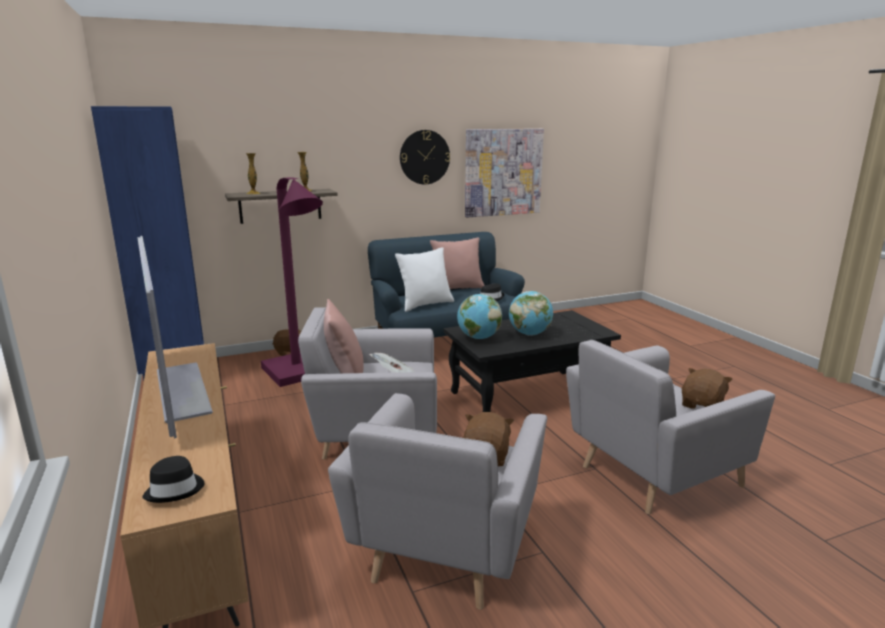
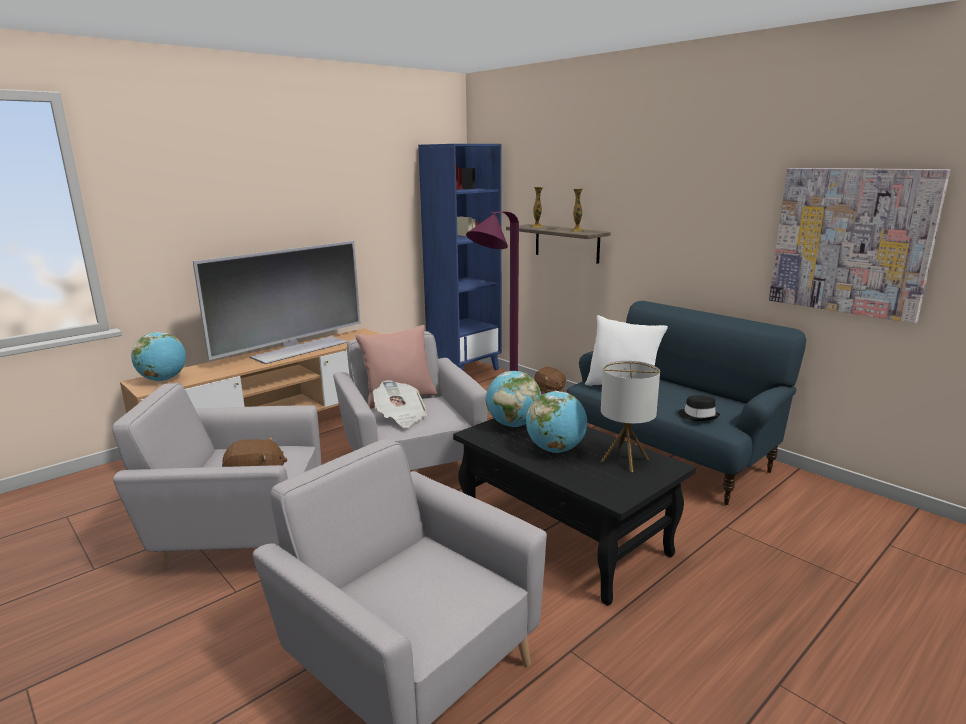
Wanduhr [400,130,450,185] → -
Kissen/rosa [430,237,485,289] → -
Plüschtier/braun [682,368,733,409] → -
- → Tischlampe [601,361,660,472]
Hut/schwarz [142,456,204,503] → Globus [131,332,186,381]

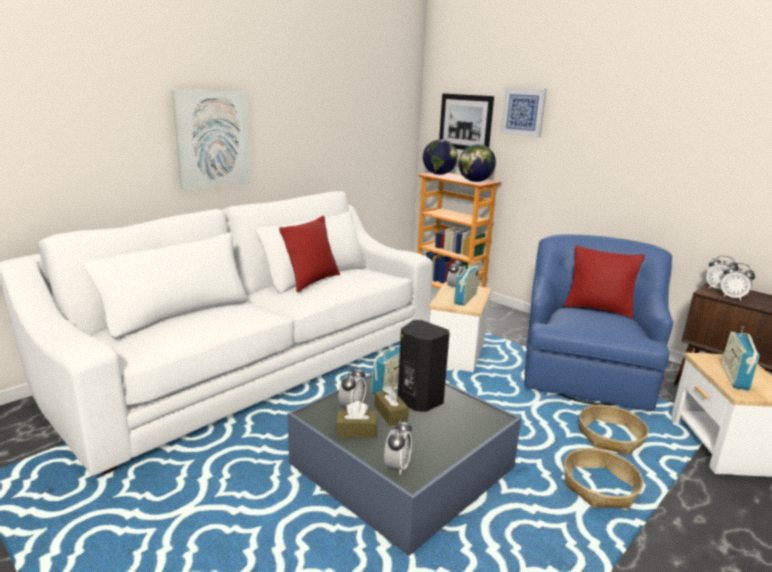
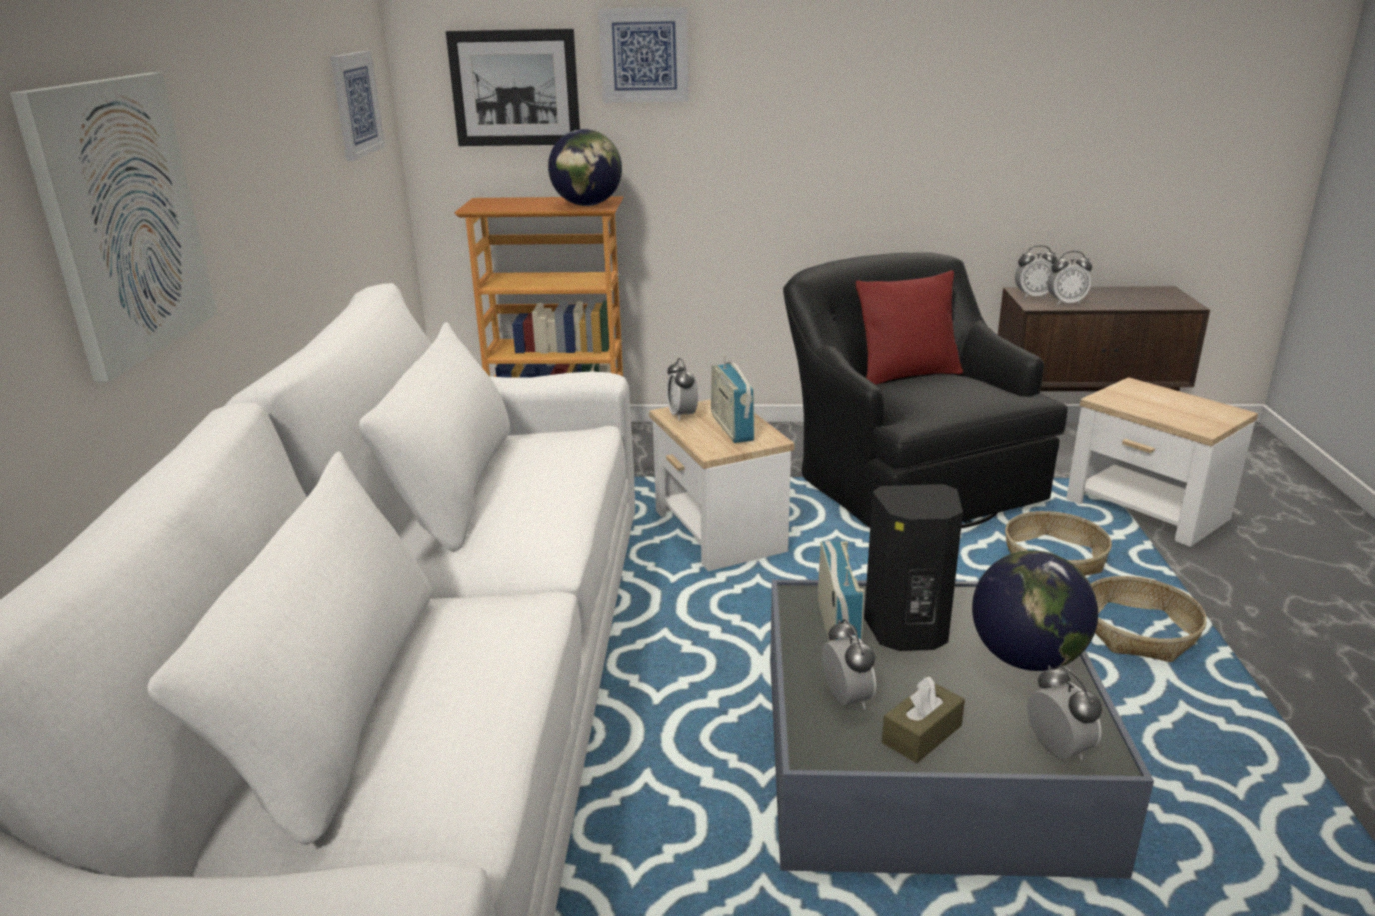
Kissen/rot [279,215,340,293] → -
Taschentuchbox/braun [374,386,409,426] → -
Radio [722,327,759,391] → -
- → Bild [330,51,385,161]
Globus [423,139,458,175] → Globus [972,550,1098,671], relocated
Sessel/blau [524,234,673,411] → Sessel/schwarz [783,252,1068,528]

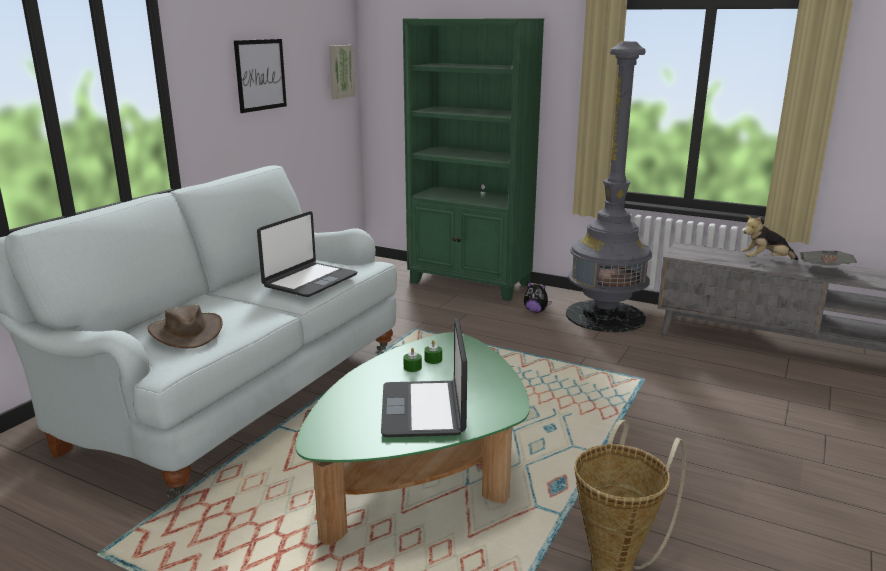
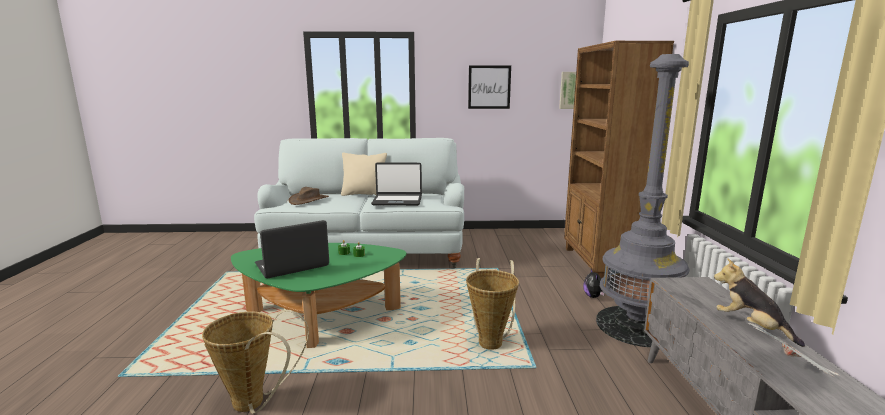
- → Kissen/beige [341,153,387,196]
- → Korb [466,258,519,350]
Bücherregal/grün [403,18,544,301] → Bücherregal/braun [564,41,674,279]

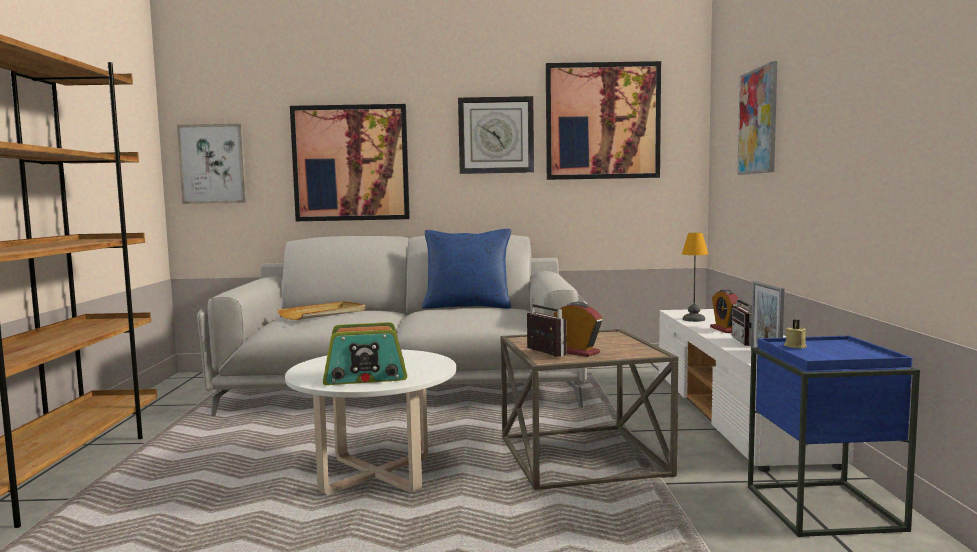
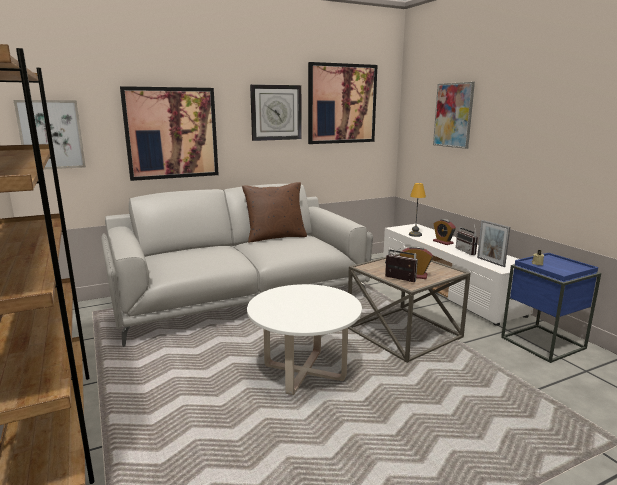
Tablett/beige [277,301,365,320] → -
Radio [323,322,407,385] → -
Kissen/blau [422,229,511,309] → Kissen/braun [242,182,307,243]

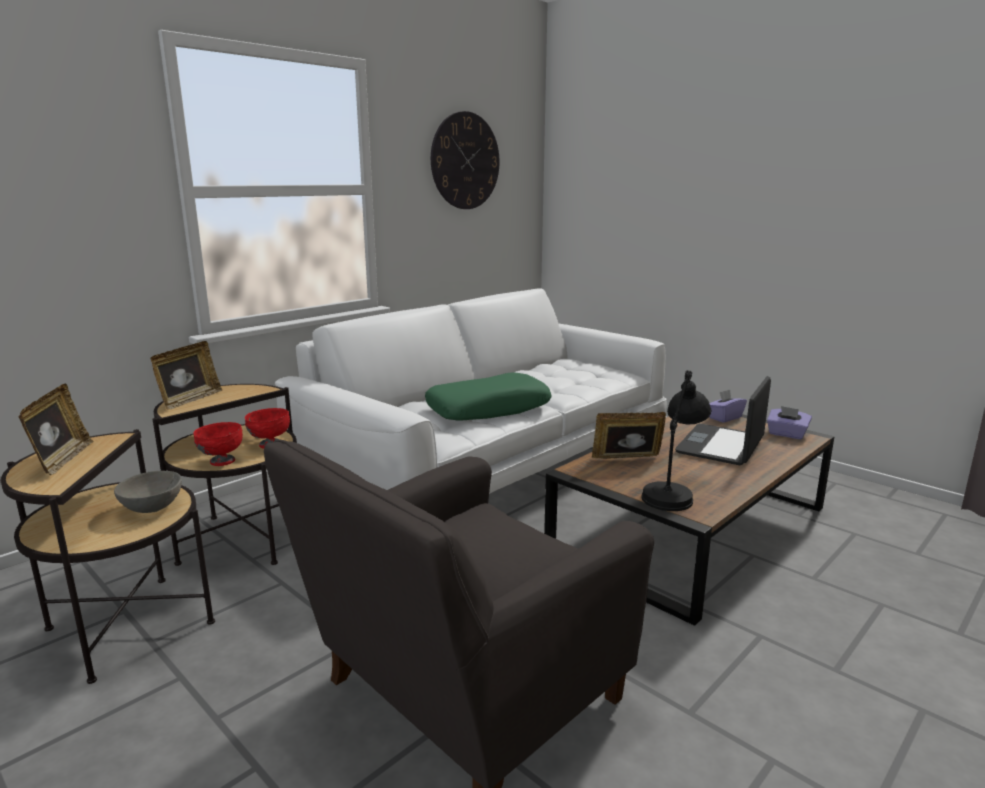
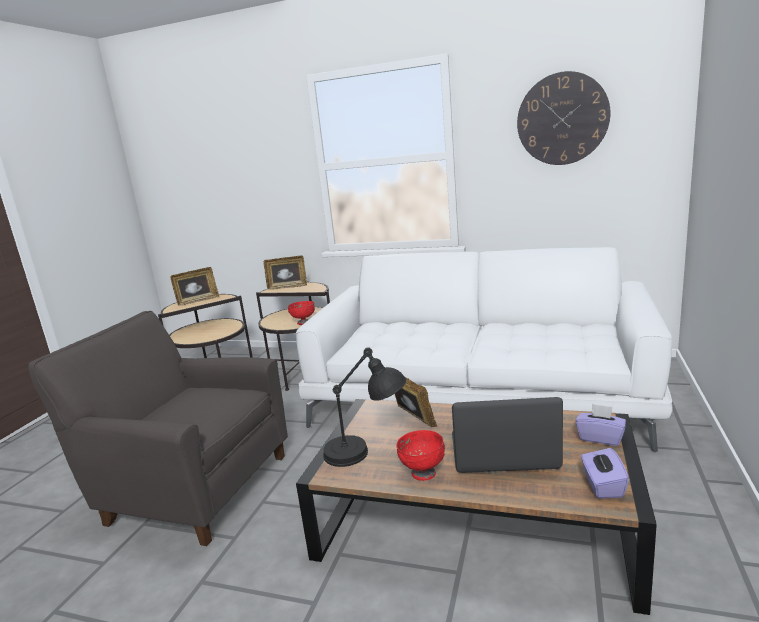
Schüssel/grau [114,471,182,513] → -
Kissen/grün [425,373,551,421] → -
Schüssel/rot [193,422,243,466] → Schüssel/rot [396,430,445,481], relocated

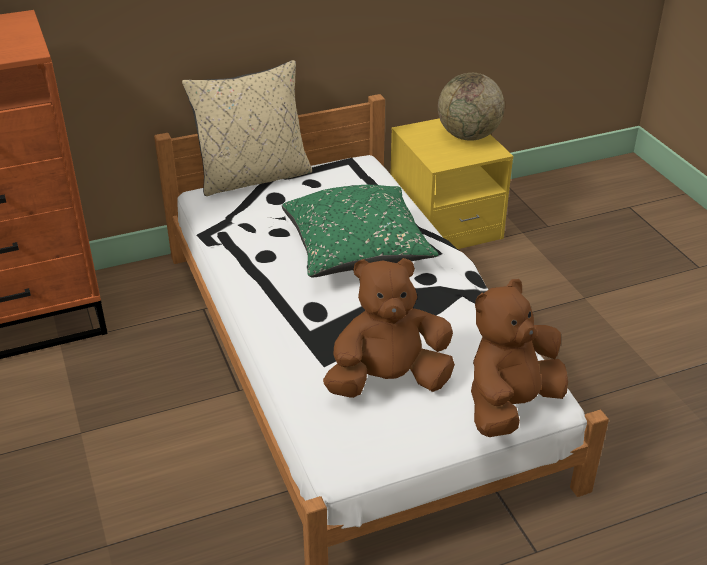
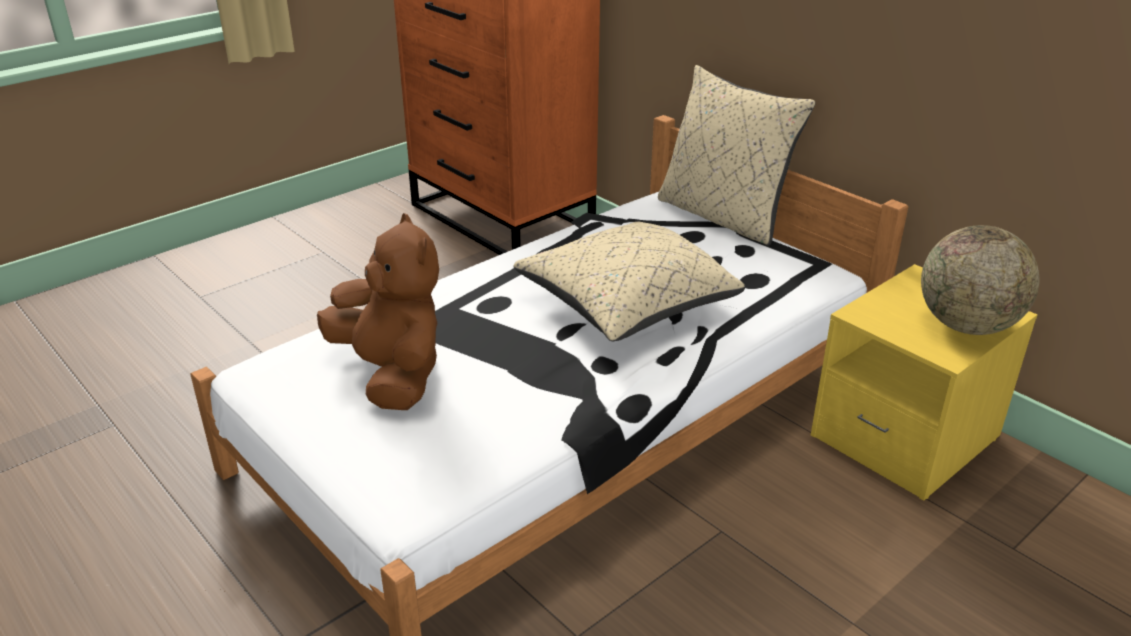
Plüschtier/braun [471,279,568,437] → -
Kissen/grün [282,185,439,277] → Kissen/beige [513,222,745,341]

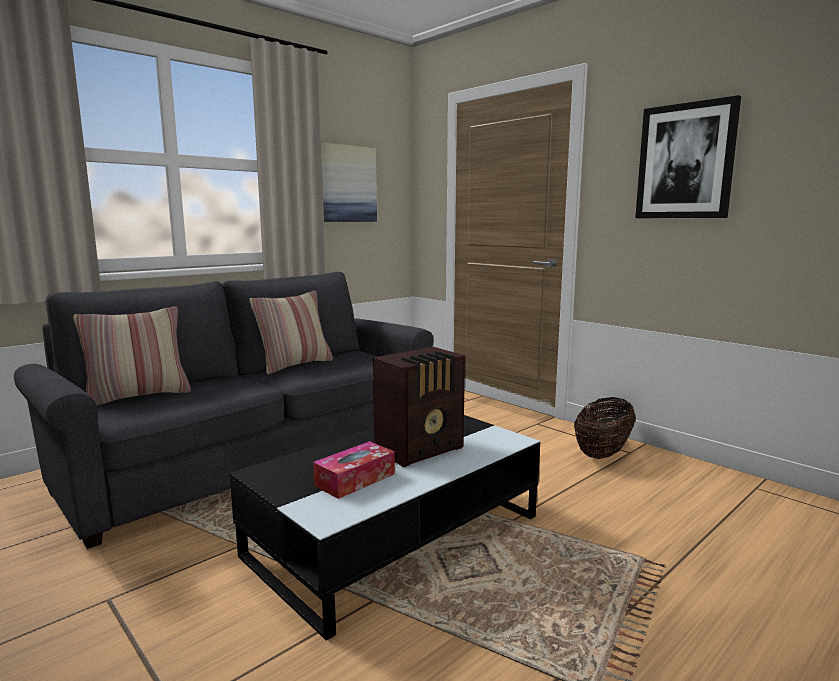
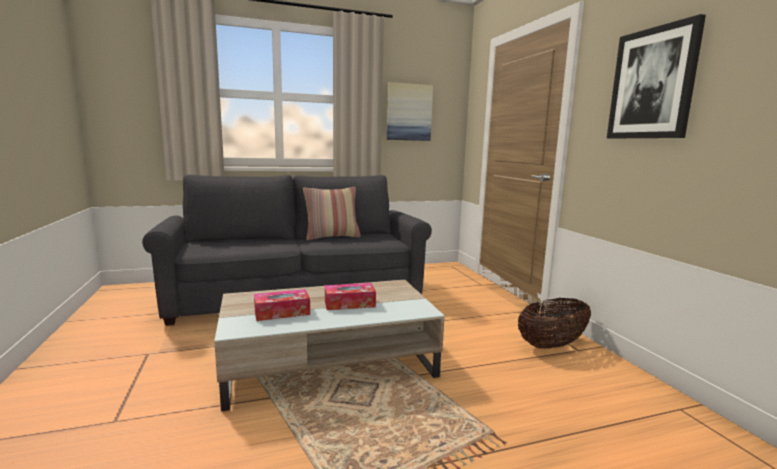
Kissen [73,306,191,406] → -
Radio [373,347,465,467] → Taschentuchbox [325,283,376,310]
Couchtisch/schwarz [230,415,540,641] → Couchtisch/beige [214,280,445,411]

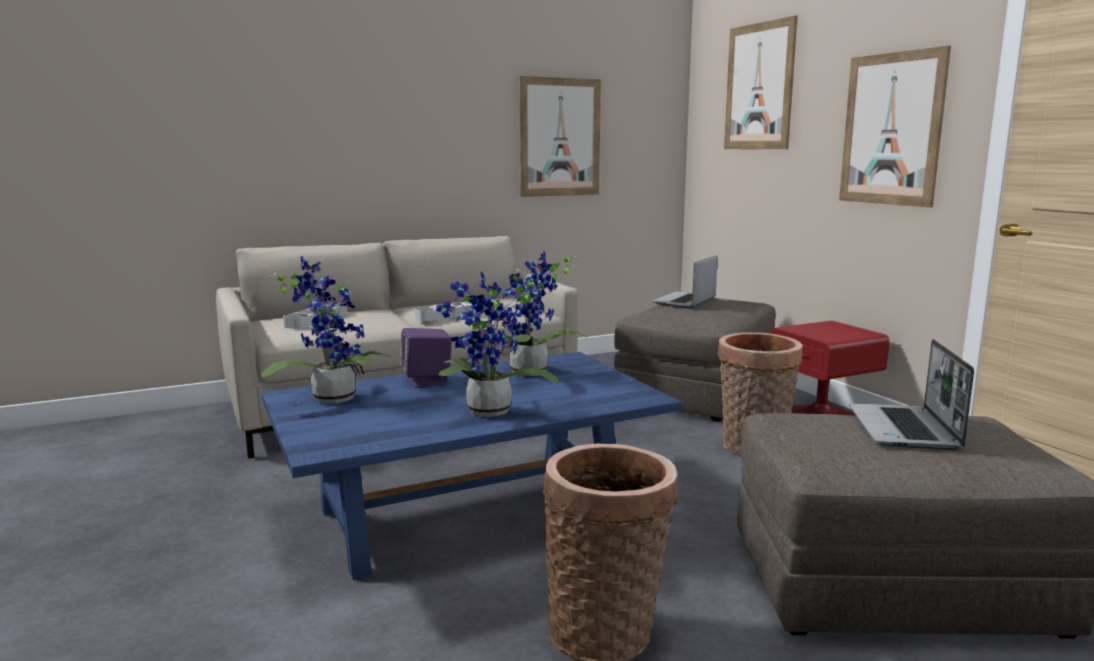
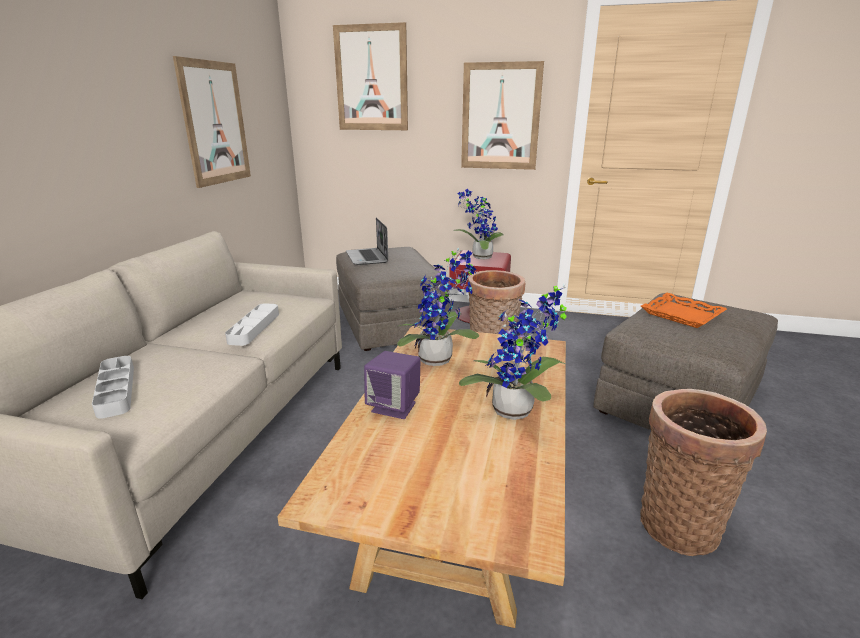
Topfpflanze [261,256,391,404] → Topfpflanze [453,189,504,259], relocated
Laptop [849,339,974,450] → Tablett/orange [641,293,727,328]
Couchtisch/blau [262,352,681,580] → Couchtisch/beige [277,326,566,628]

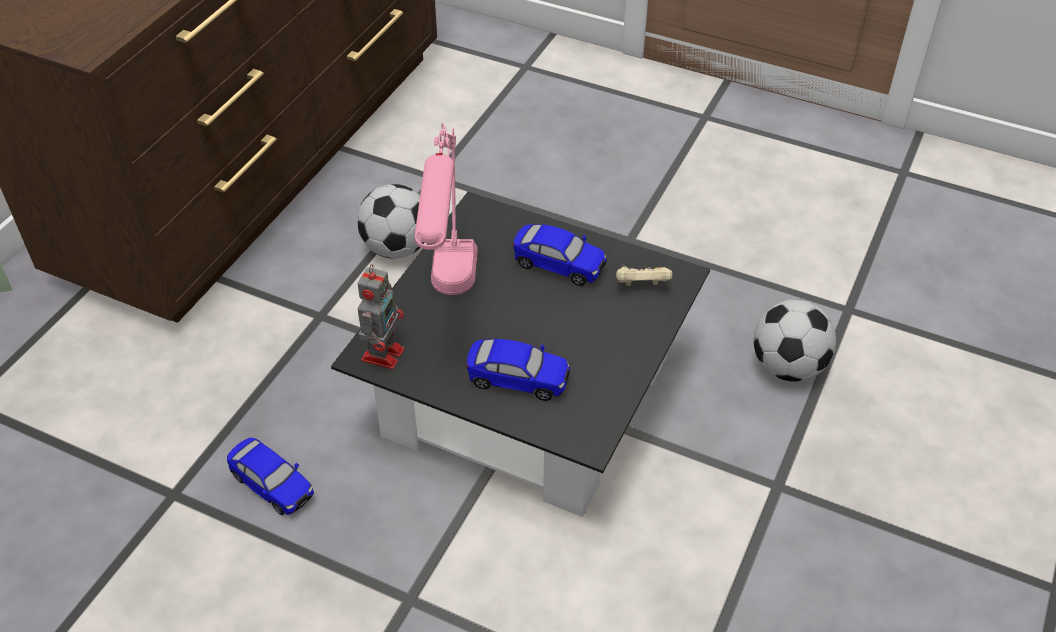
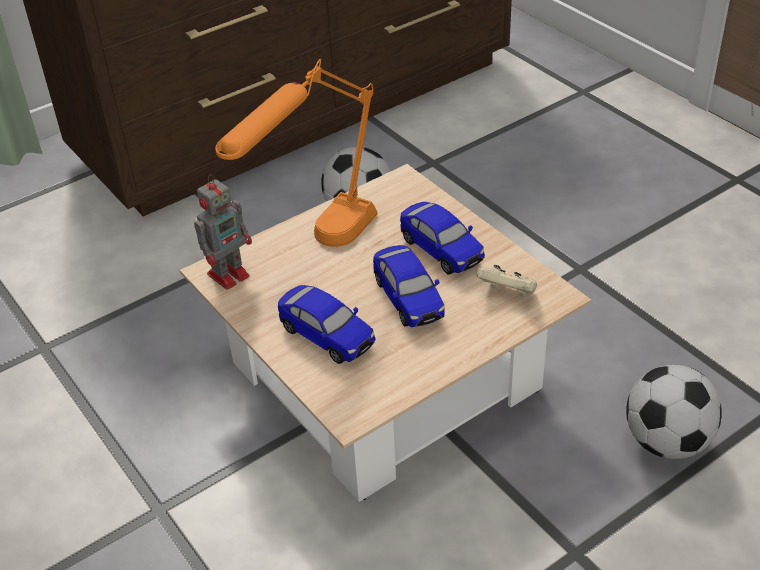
Spielzeugauto [227,438,314,515] → Spielzeugauto [373,245,445,327], relocated
Couchtisch/schwarz [331,191,710,517] → Couchtisch/beige [180,164,591,502]
Tischlampe/rosa [415,123,478,295] → Tischlampe/orange [215,59,378,247]

